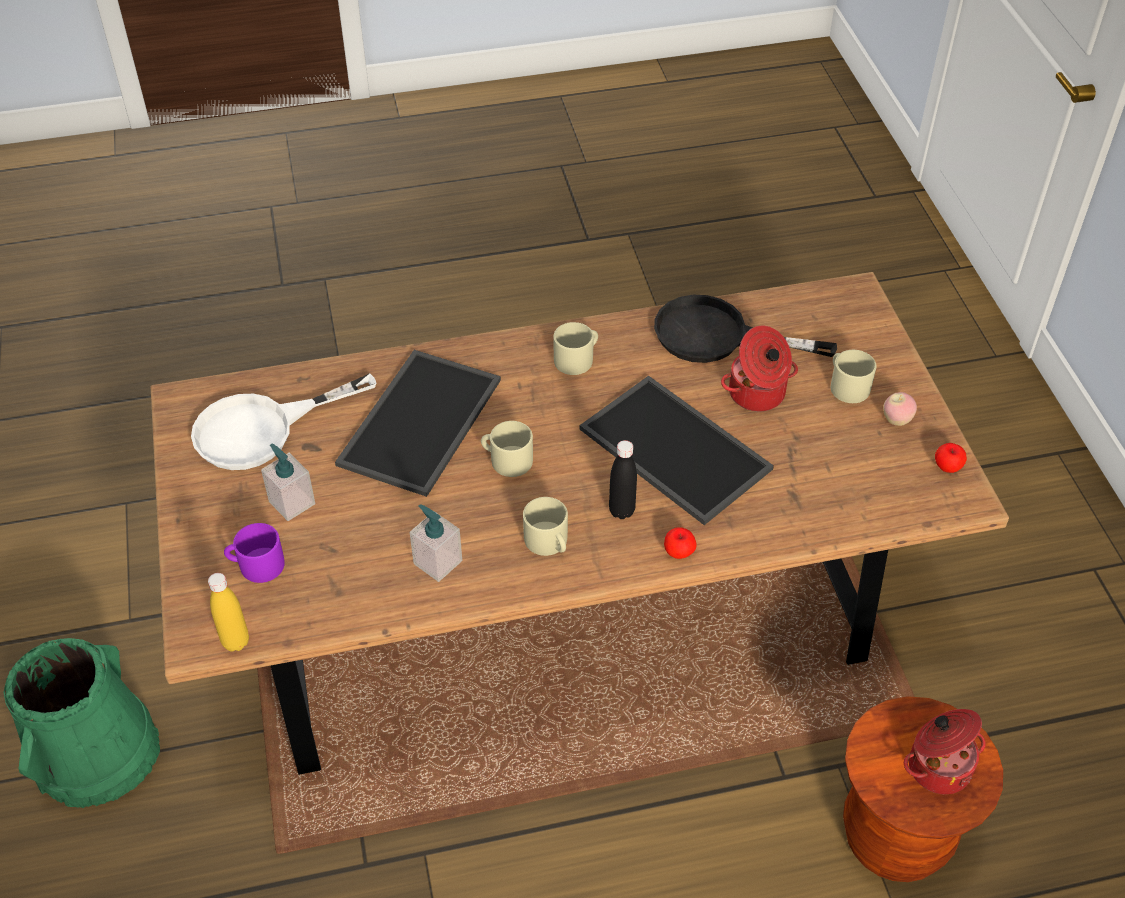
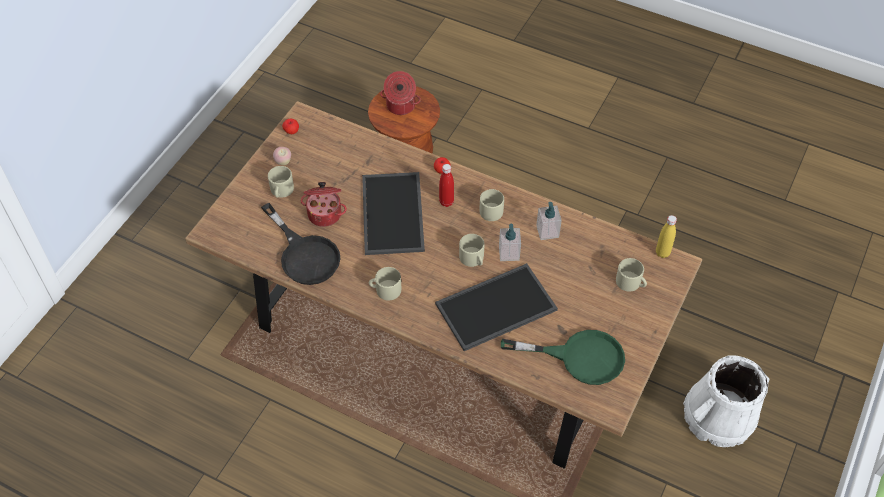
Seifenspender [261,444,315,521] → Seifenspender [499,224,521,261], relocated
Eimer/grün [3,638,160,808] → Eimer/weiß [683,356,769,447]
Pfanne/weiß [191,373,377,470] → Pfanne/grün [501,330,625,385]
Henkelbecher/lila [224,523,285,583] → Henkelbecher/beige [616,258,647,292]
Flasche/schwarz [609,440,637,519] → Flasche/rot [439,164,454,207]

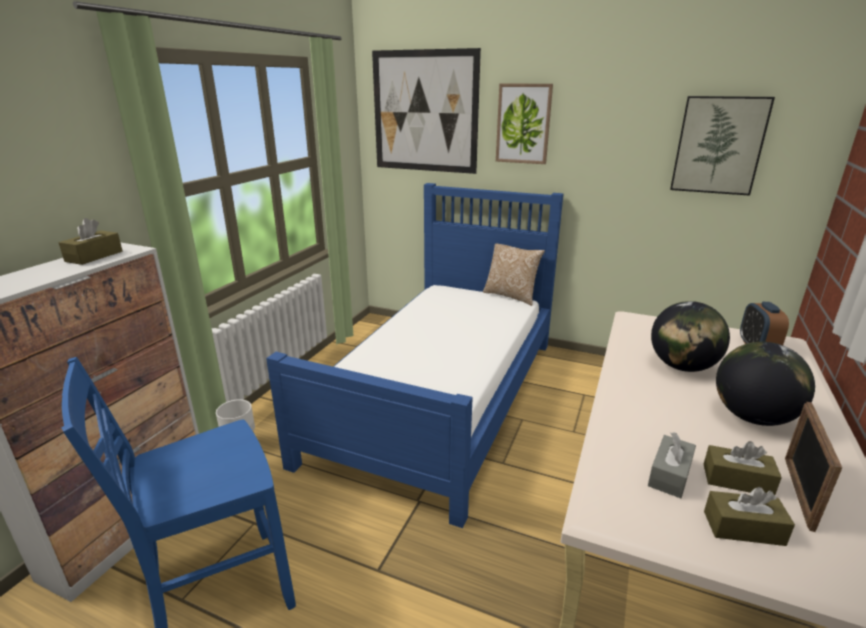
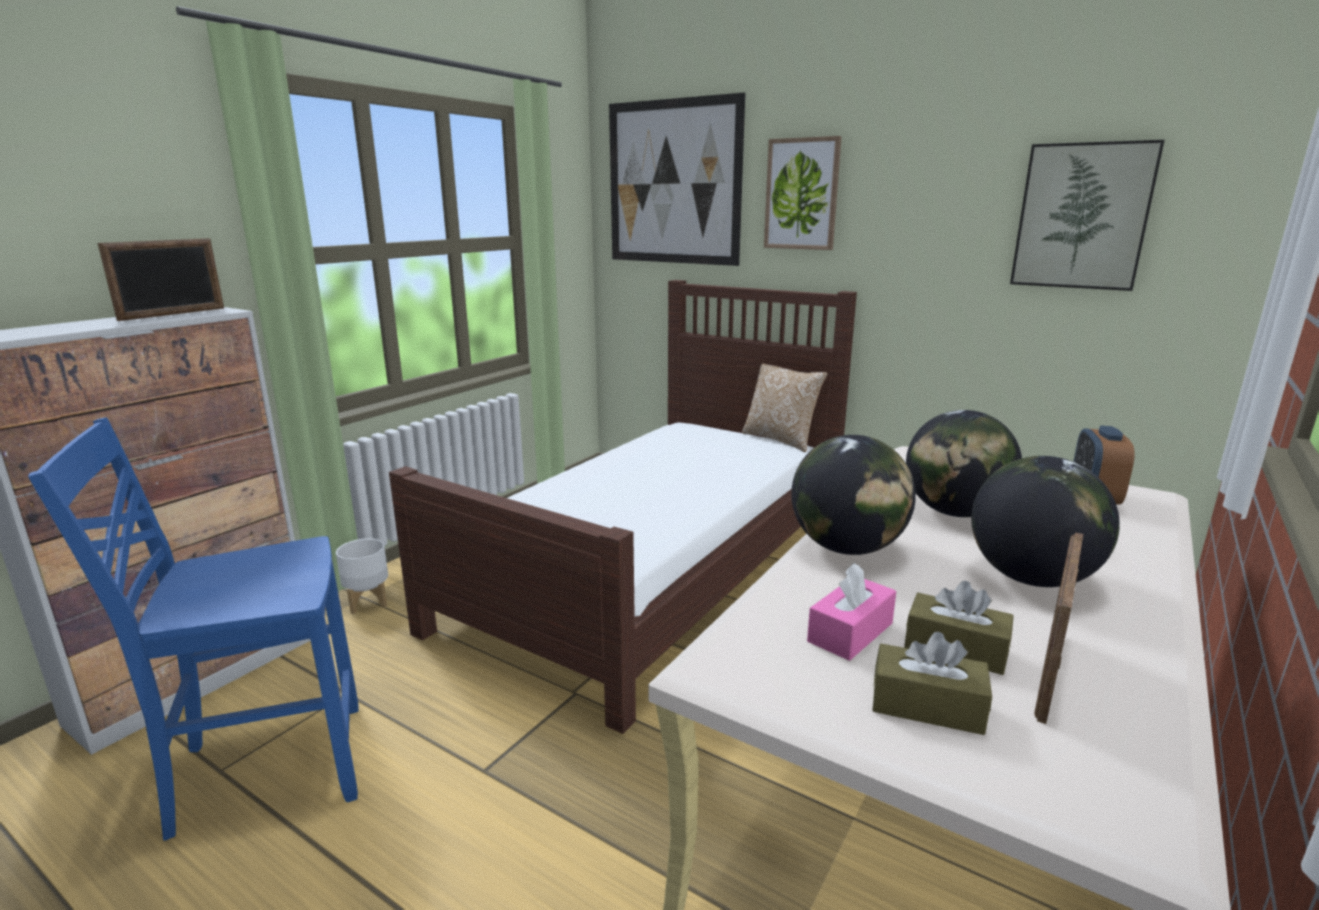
- → Globus [791,435,916,555]
Taschentuchbox/braun [59,218,122,265] → Bilderrahmen [98,238,224,321]
Bett/blau [266,183,564,528] → Bett/braun [389,280,857,734]
Taschentuchbox/grau [648,432,696,498] → Taschentuchbox/rosa [807,563,896,661]

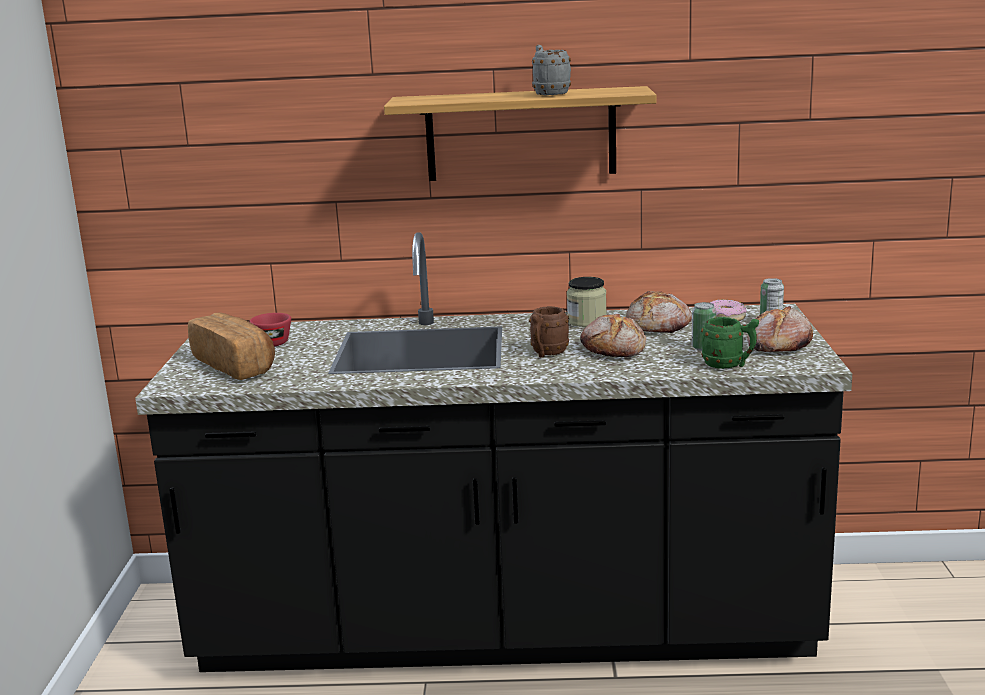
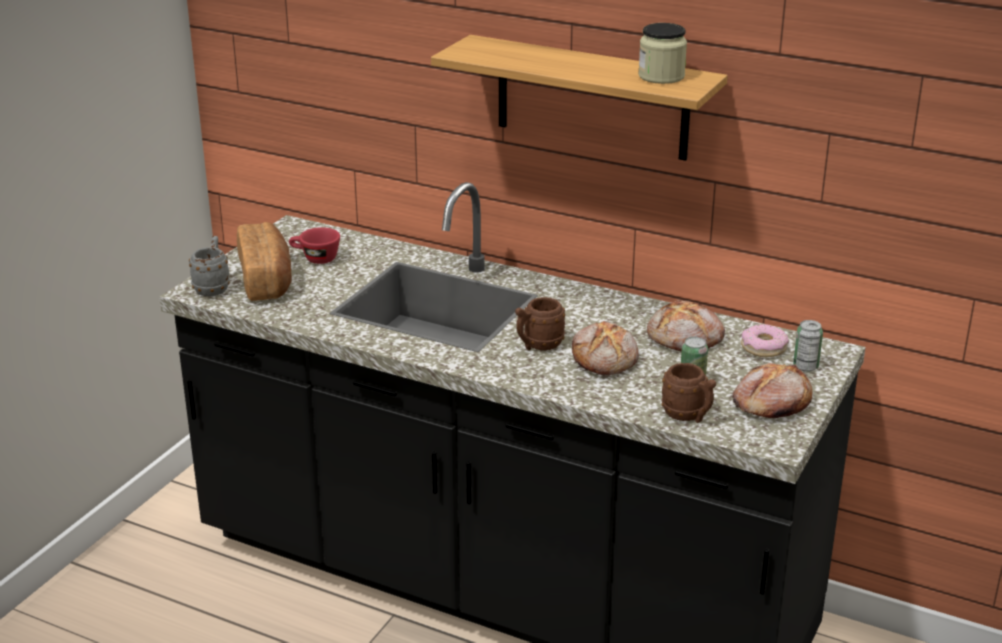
Henkelbecher/grau [532,45,571,95] → Henkelbecher/grau [189,236,230,296], relocated
Vorratsglas [567,277,606,327] → Vorratsglas [638,23,687,84], relocated
Henkelbecher/grün [701,317,759,369] → Henkelbecher/braun [661,363,716,423]

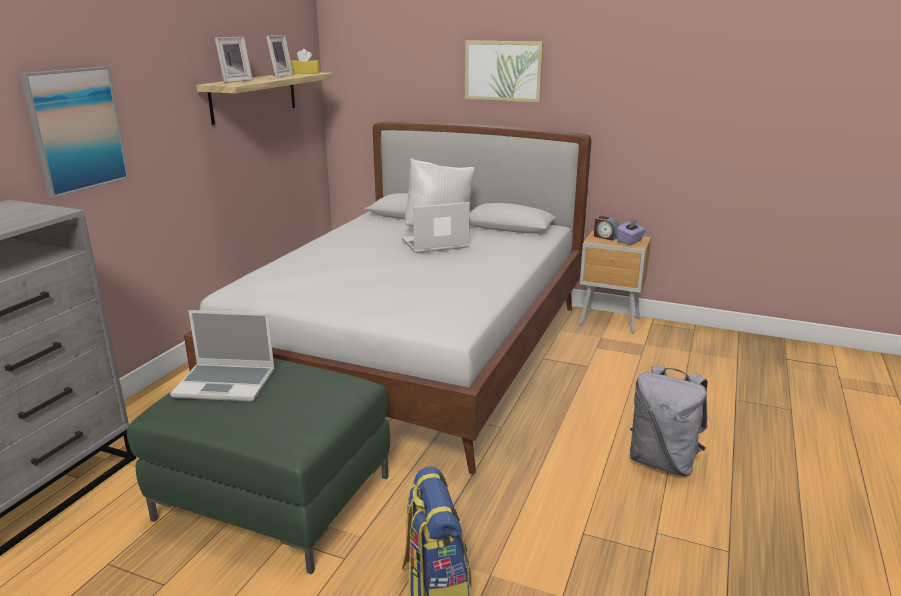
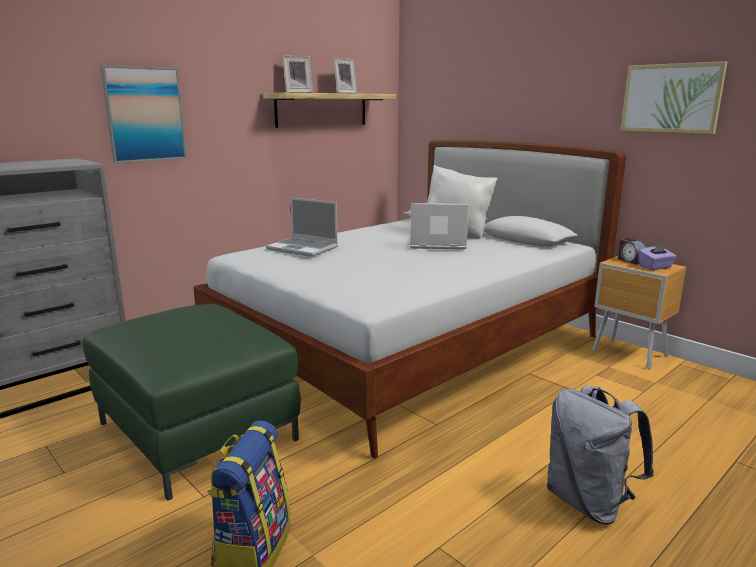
Taschentuchbox/gelb [291,49,320,74] → -
Laptop [170,310,275,402] → Laptop [266,197,338,257], relocated
Bild [465,40,544,103] → Bild [621,61,727,134], relocated

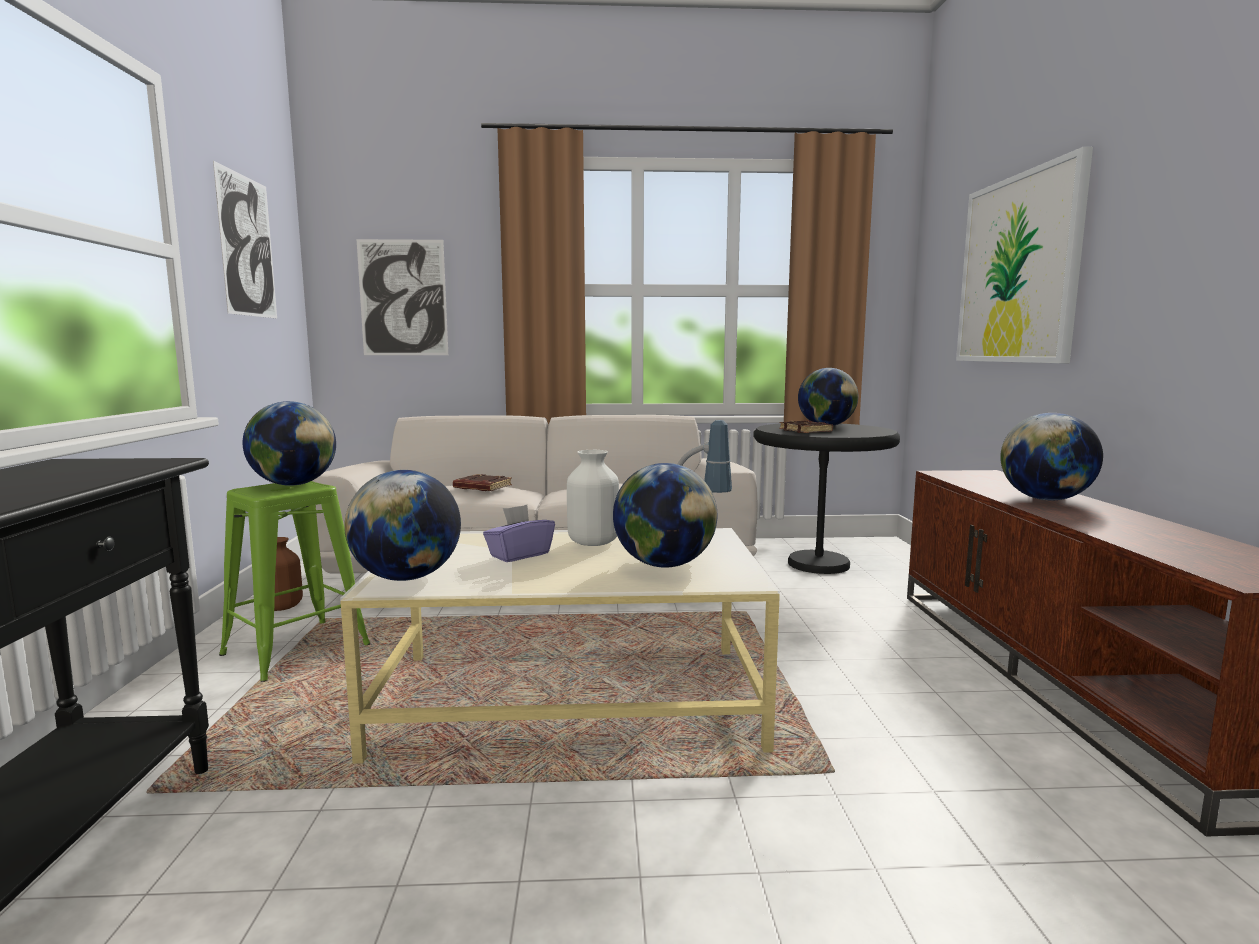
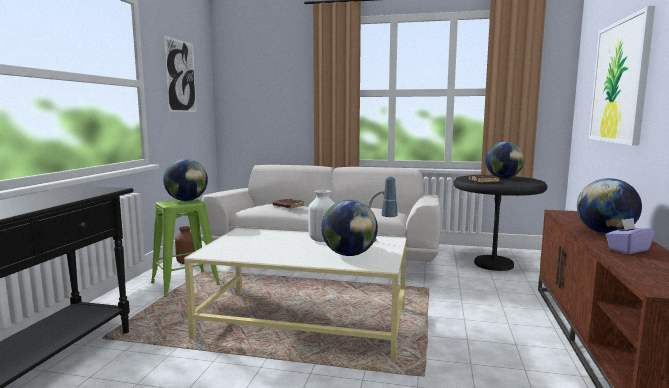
Globus [344,470,461,581] → -
Bild [356,239,448,355] → -
Taschentuchbox/lila [483,505,555,562] → Taschentuchbox/lila [606,218,655,254], relocated

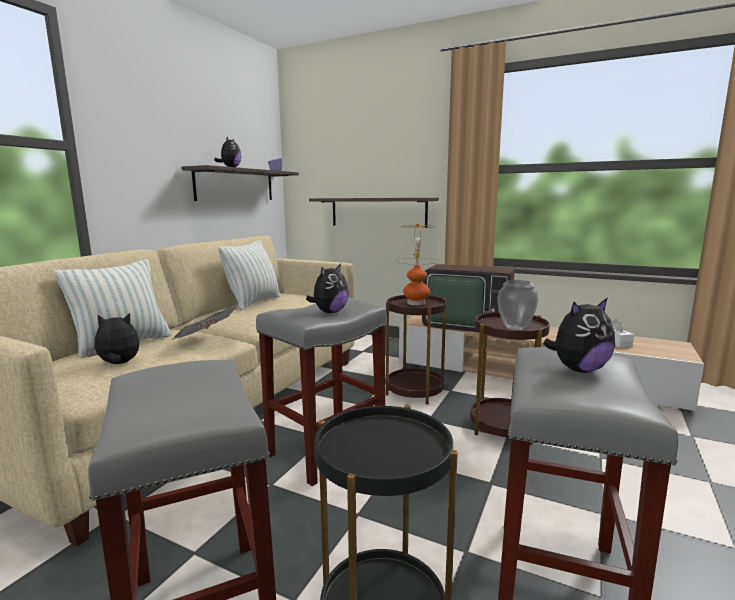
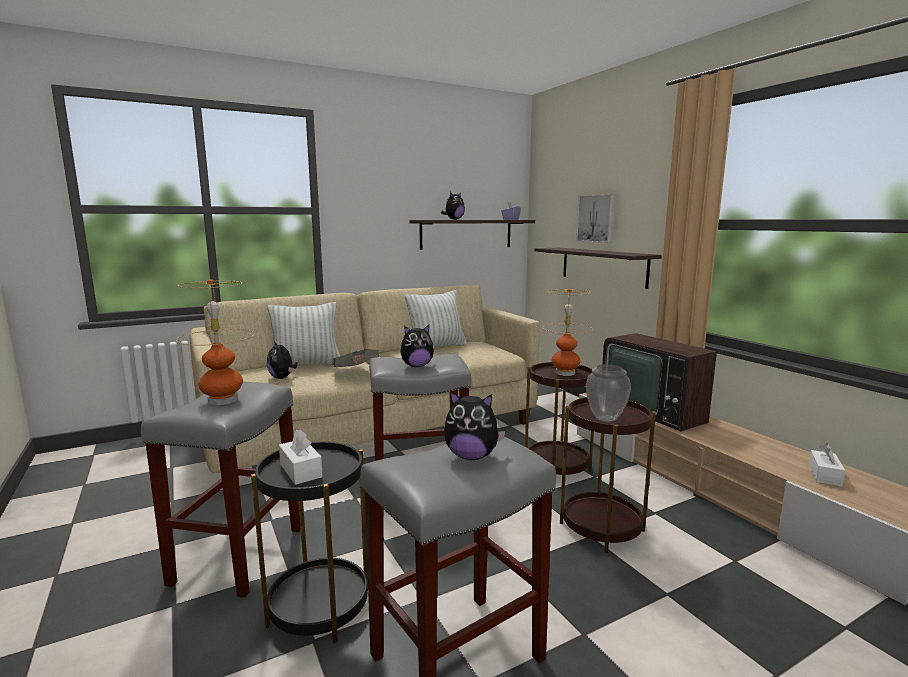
- → Tischlampe [176,279,254,405]
- → Taschentuchbox/weiß [279,430,323,485]
- → Bild [576,194,615,243]
Plüschtier [87,313,140,364] → Plüschtier [267,341,298,379], 150 degrees counterclockwise

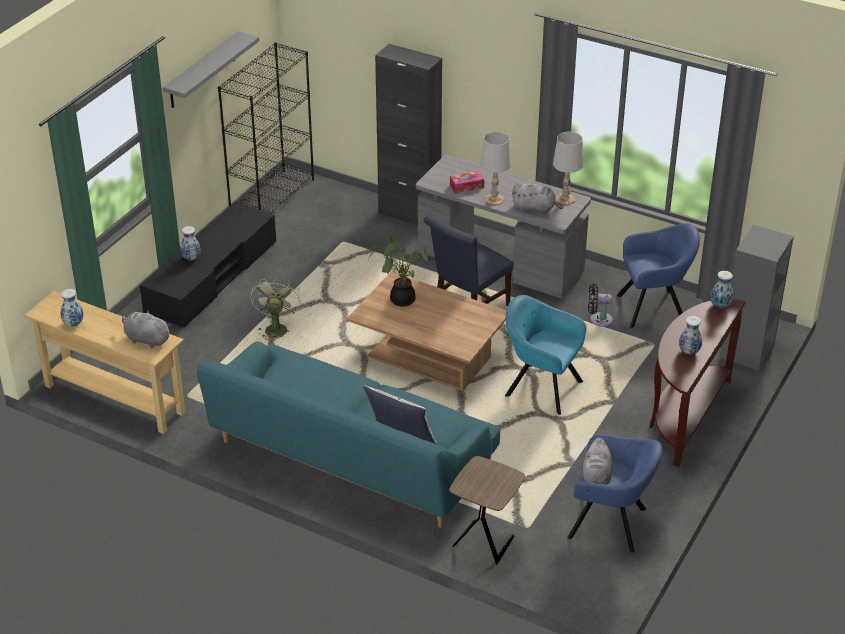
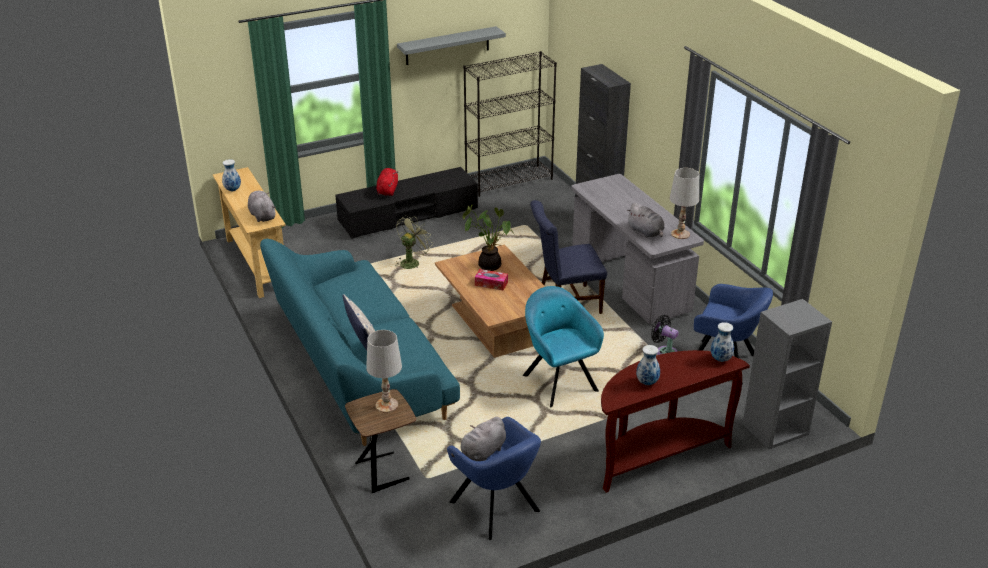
Taschentuchbox [450,171,484,193] → Taschentuchbox [475,269,508,291], relocated
Tischlampe/weiß [481,132,511,205] → Tischlampe/weiß [366,330,402,413], relocated
Vase [180,226,201,261] → Plüschtier/rot [376,168,398,196]

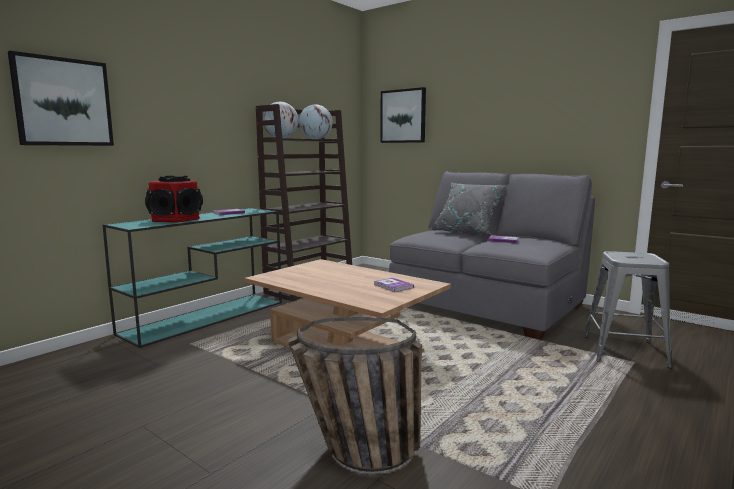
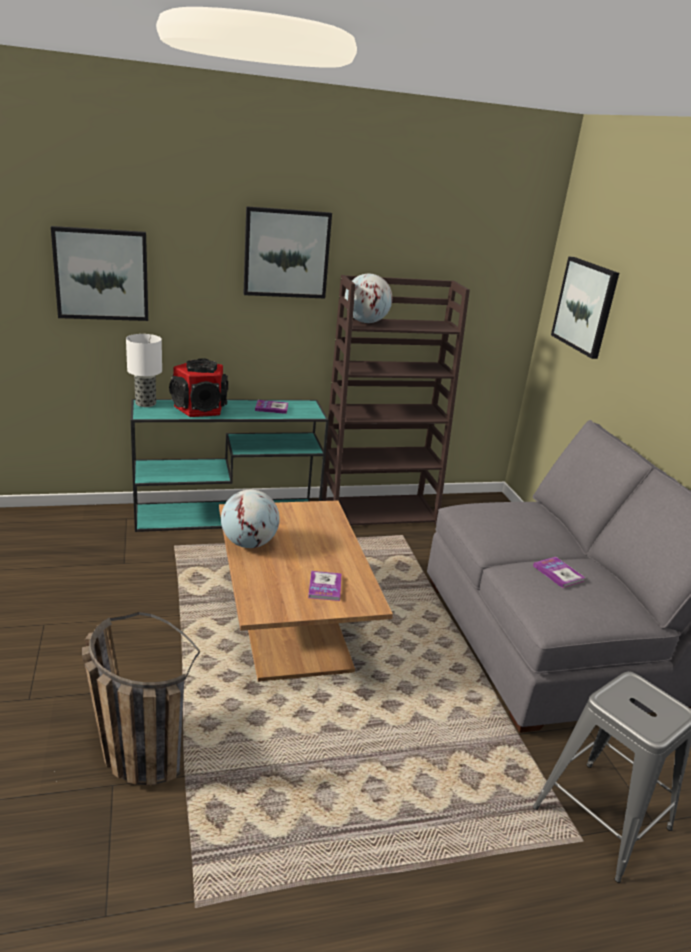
Kissen/grau [430,182,508,235] → -
- → Tischlampe [126,334,162,407]
- → Bild [243,206,332,299]
Globus [299,104,333,139] → Globus [221,490,280,548], relocated

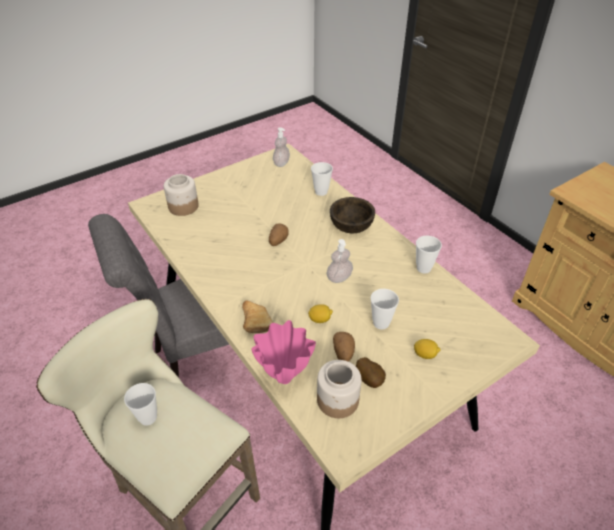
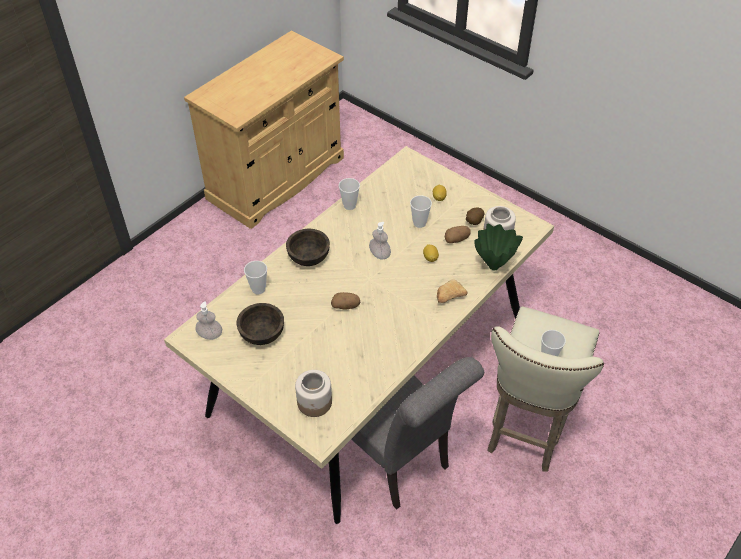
- → Schüssel/braun [237,303,284,345]
Vase/rosa [251,320,316,384] → Vase/grün [474,223,523,270]

